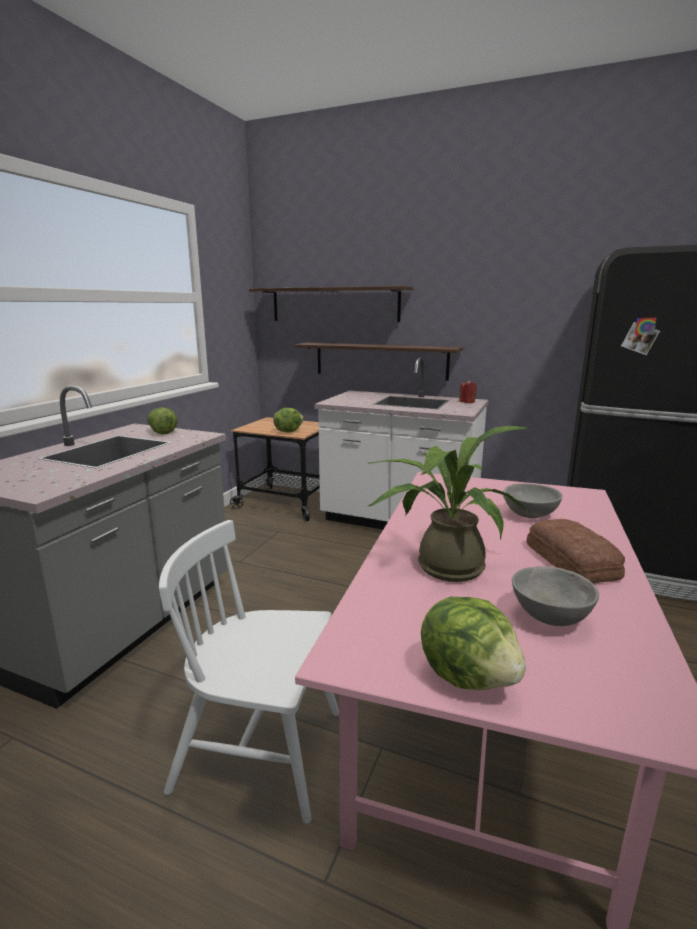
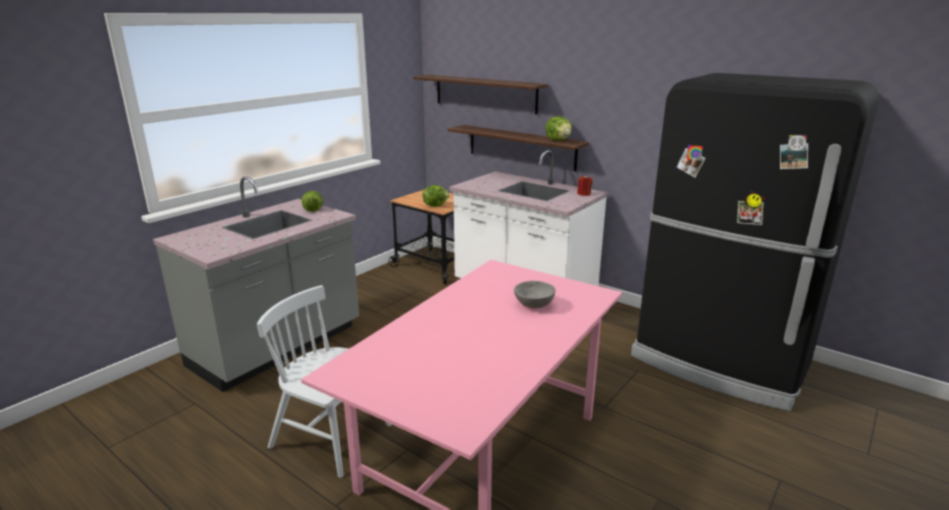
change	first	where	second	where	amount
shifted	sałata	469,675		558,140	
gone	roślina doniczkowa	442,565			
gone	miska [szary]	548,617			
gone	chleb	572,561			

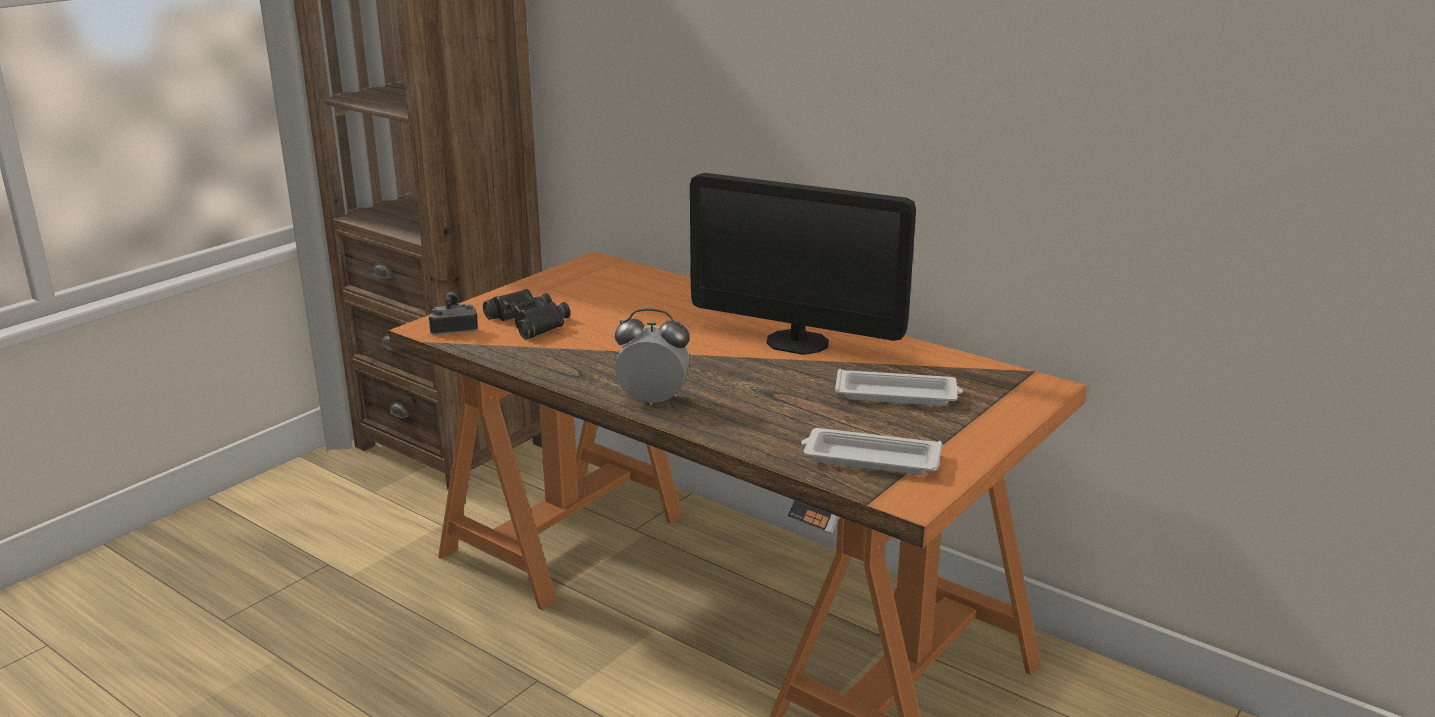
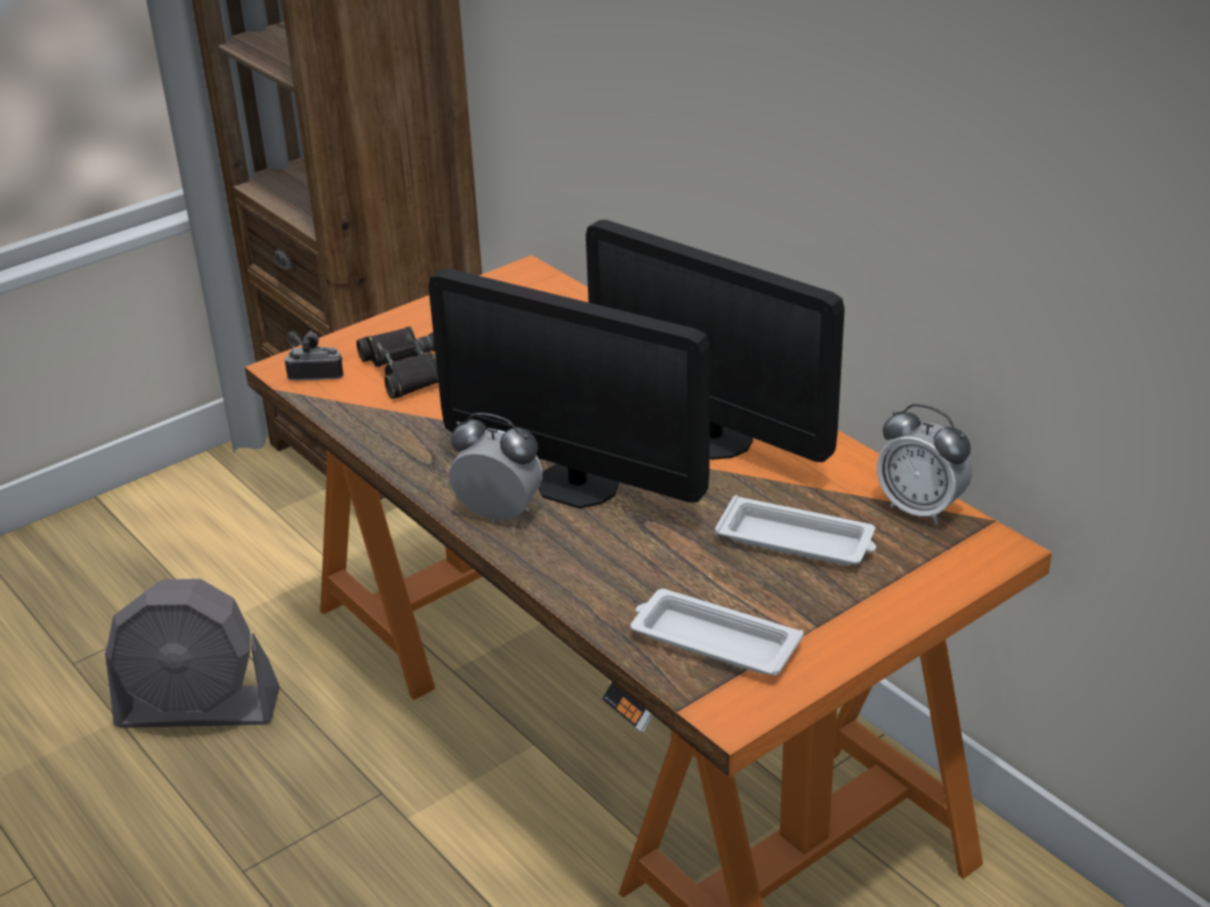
change	first	where	second	where	amount
new			wentylator [szary]	199,709	
new			monitor	577,484	
new			budzik	920,508	

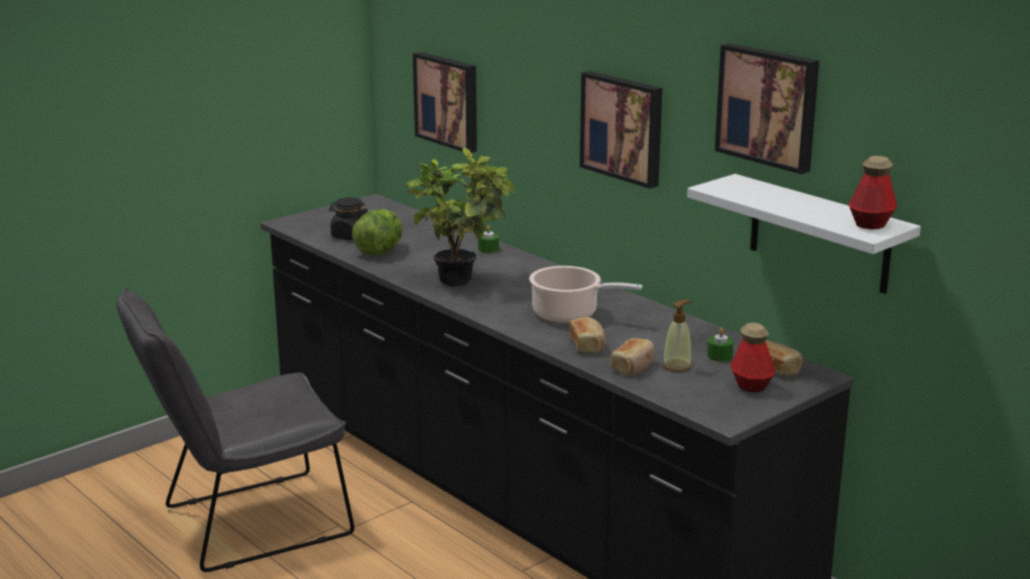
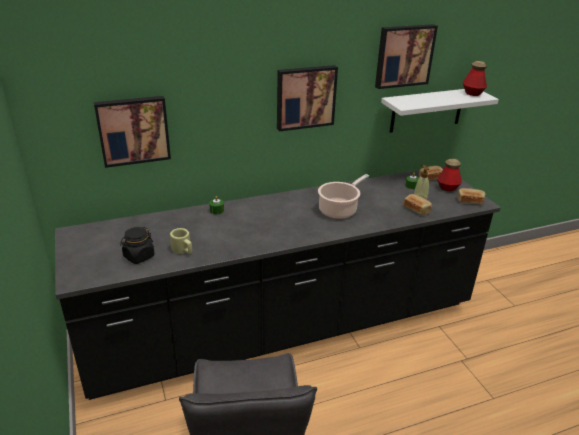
change	first	where	second	where	amount
swapped	sałata	379,251	kubek [beżowy]	183,250	
shifted	chleb	588,345		470,201	
gone	roślina doniczkowa	463,280			

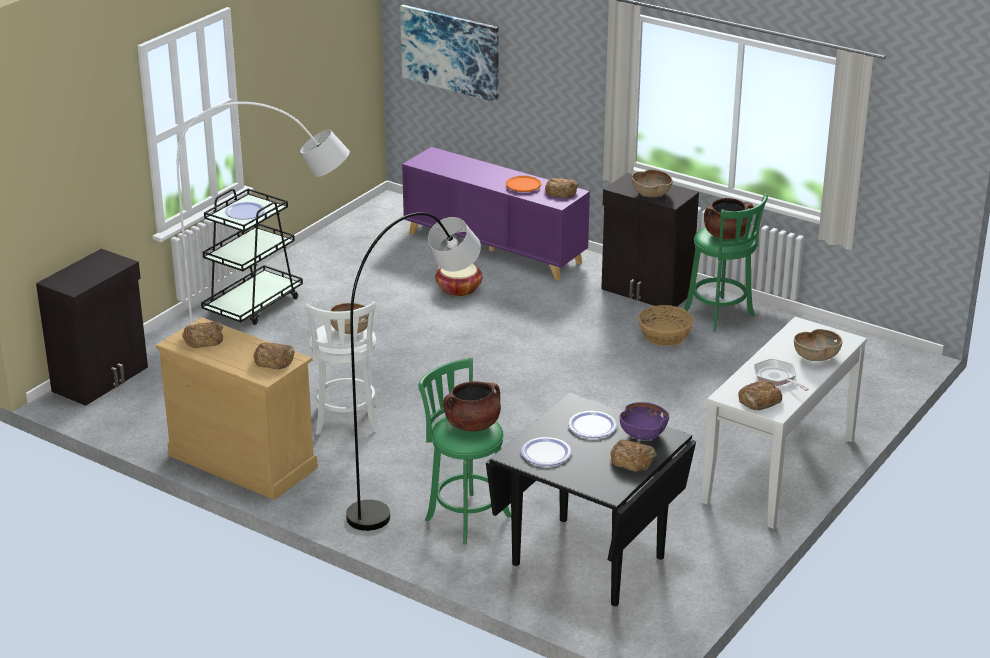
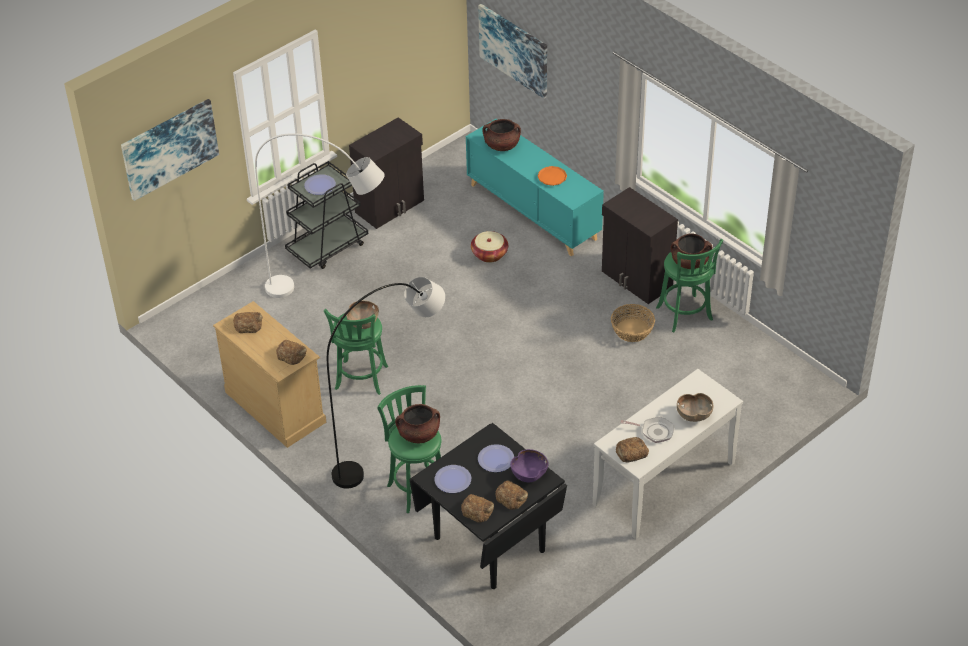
change	first	where	second	where	amount
new			obraz	169,148	
repainted	stołek [biały]	346,421	stołek [zielony]	361,380	
shifted	szafka [czarny]	102,379		390,206	
shifted	chleb	561,191		477,510	
repainted	szafka [fioletowy]	495,248	szafka [turkusowy]	533,212	
new			garnek [brązowy]	502,146	
rotated	patelnia	777,378		654,431	120 degrees clockwise
gone	miska [brązowy]	651,194			

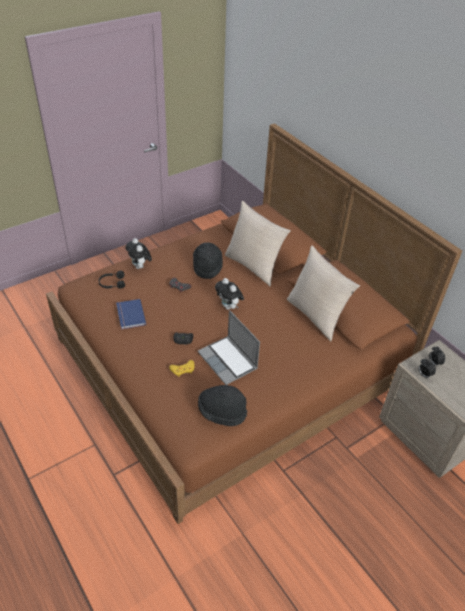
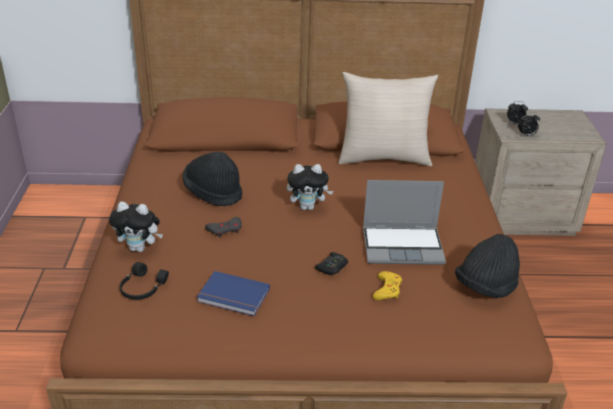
change	first	where	second	where	amount
gone	poduszka [beżowy]	253,266			

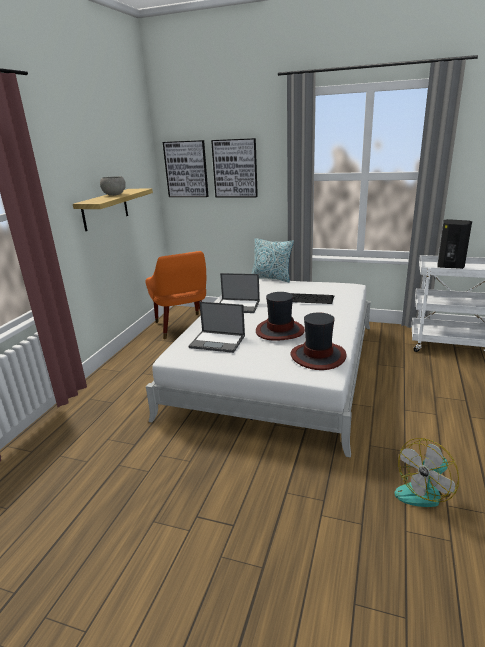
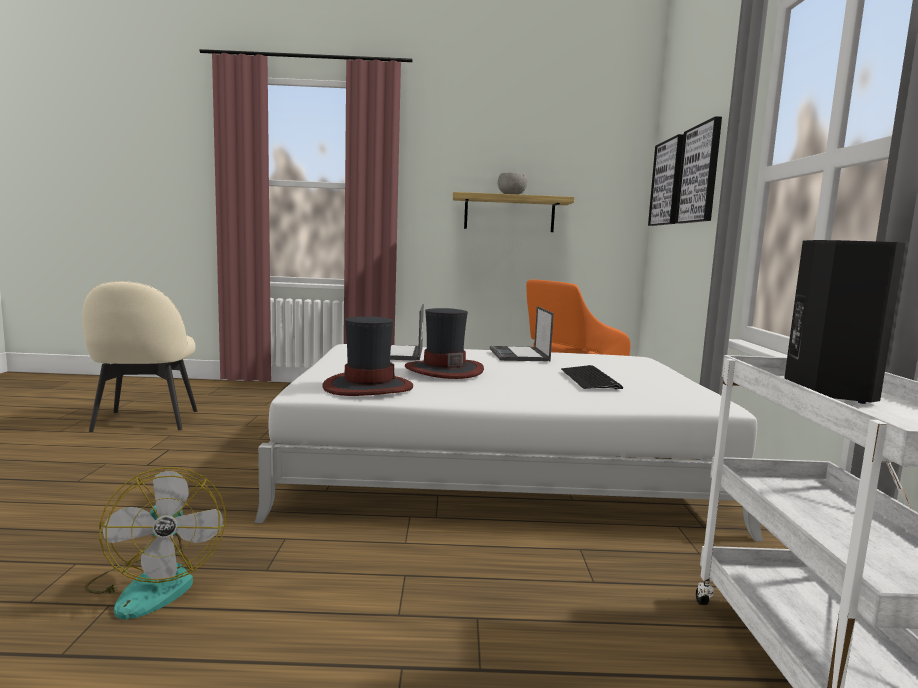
change	first	where	second	where	amount
new			krzesło [beżowy]	145,421	
rotated	wentylator	424,490		155,584	150 degrees counterclockwise
gone	poduszka	272,278			

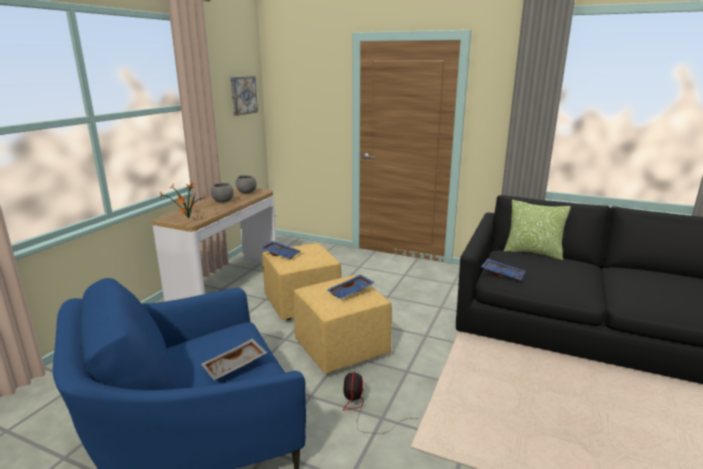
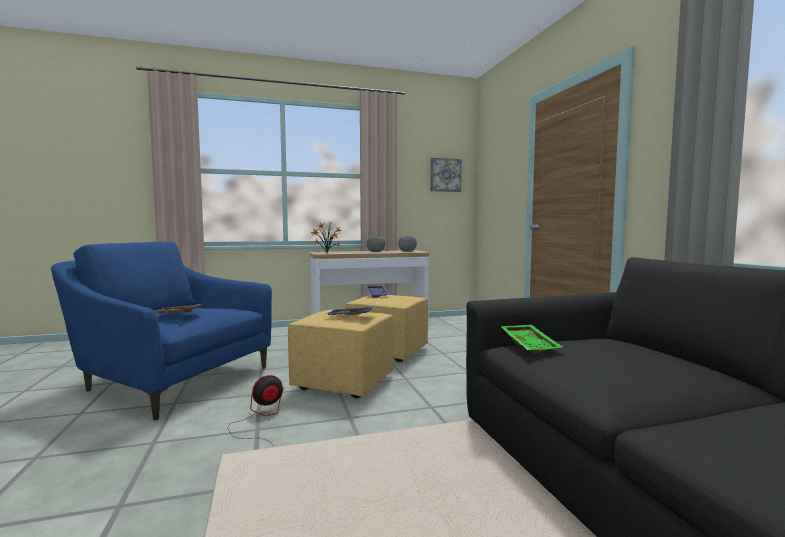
change	first	where	second	where	amount
repainted	taca [niebieski]	503,274	taca [zielony]	530,345	
gone	poduszka	533,252			

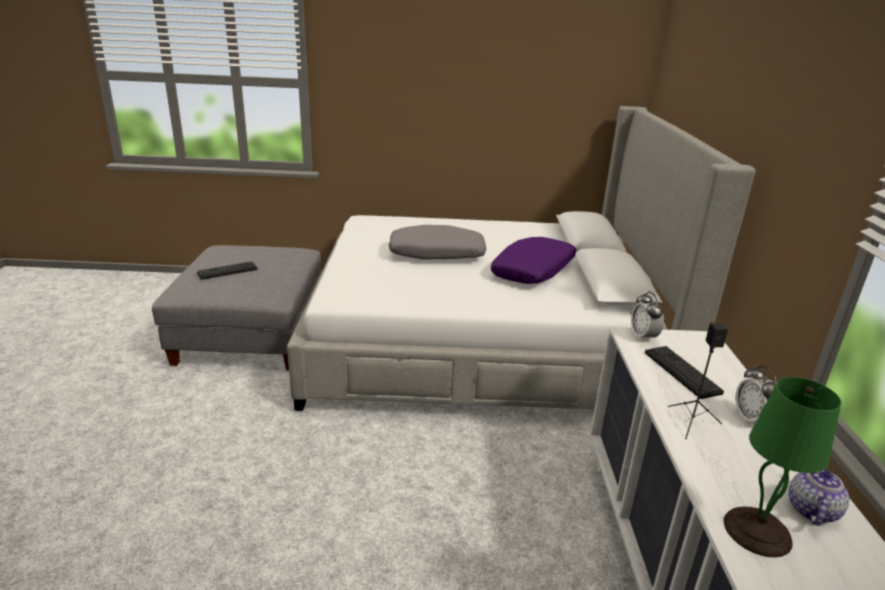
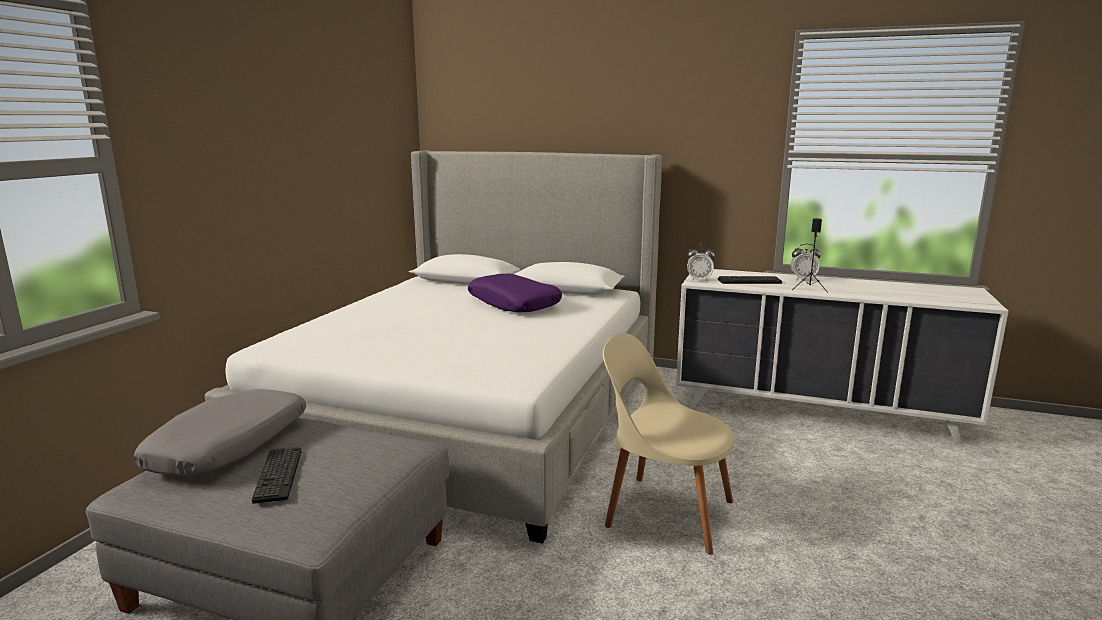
change	first	where	second	where	amount
shifted	poduszka [szary]	436,254		229,447	
new			krzesło [beżowy]	664,511	
gone	lampa stołowa [zielony]	758,532			
gone	imbryk	811,509			

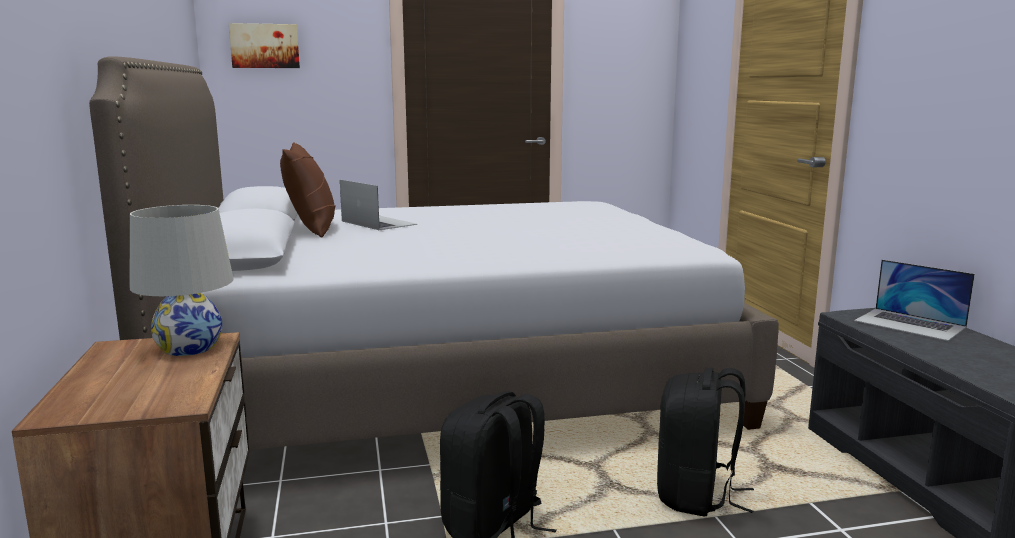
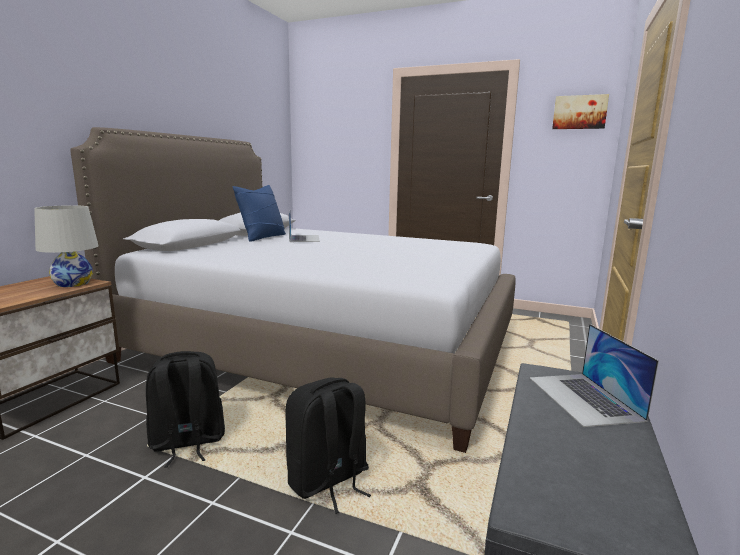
change	first	where	second	where	amount
repainted	poduszka [brązowy]	312,229	poduszka [niebieski]	262,237	
shifted	obraz	265,46		579,112	

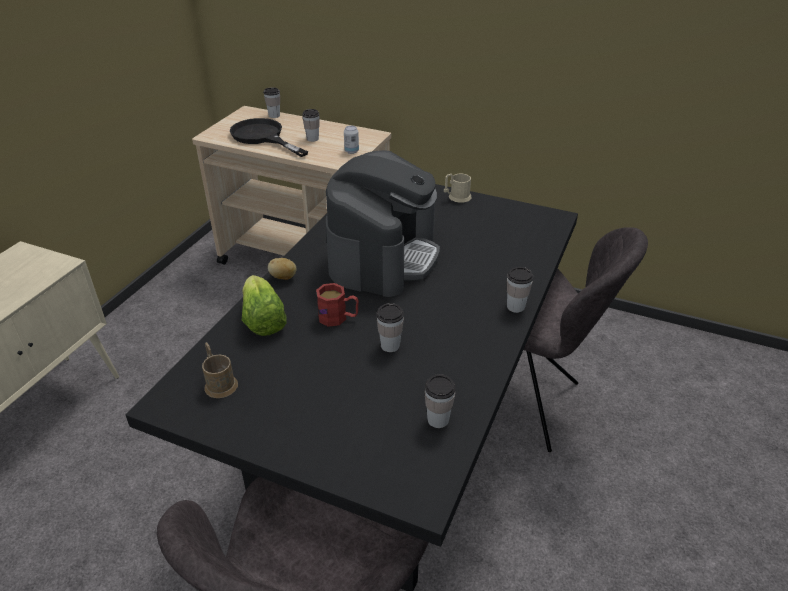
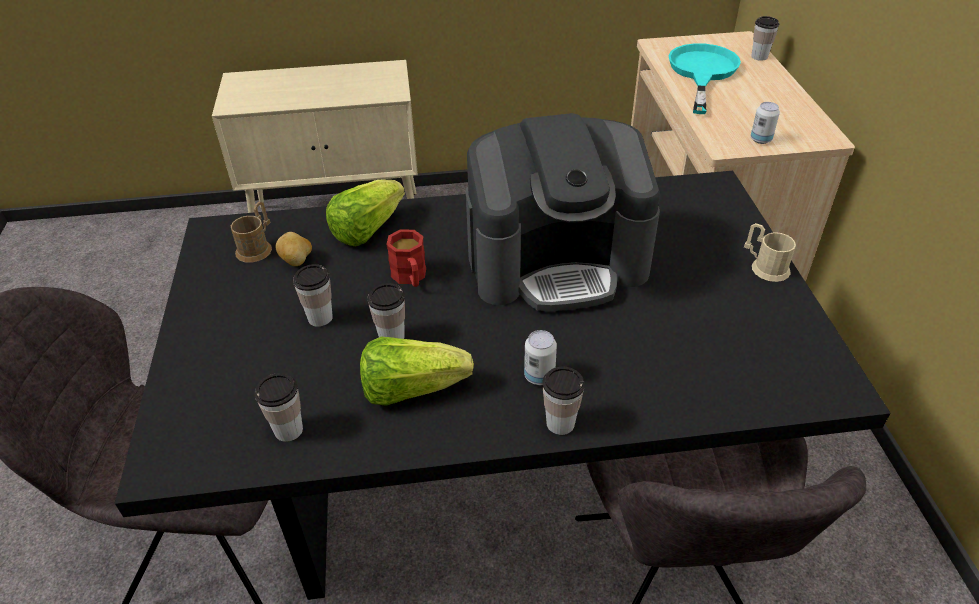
change	first	where	second	where	amount
shifted	ziemniak	283,277		297,261	
shifted	filiżanka	312,139		320,318	
new			sałata	411,388	
new			puszka	539,376	
repainted	patelnia [czarny]	262,137	patelnia [turkusowy]	702,72	

